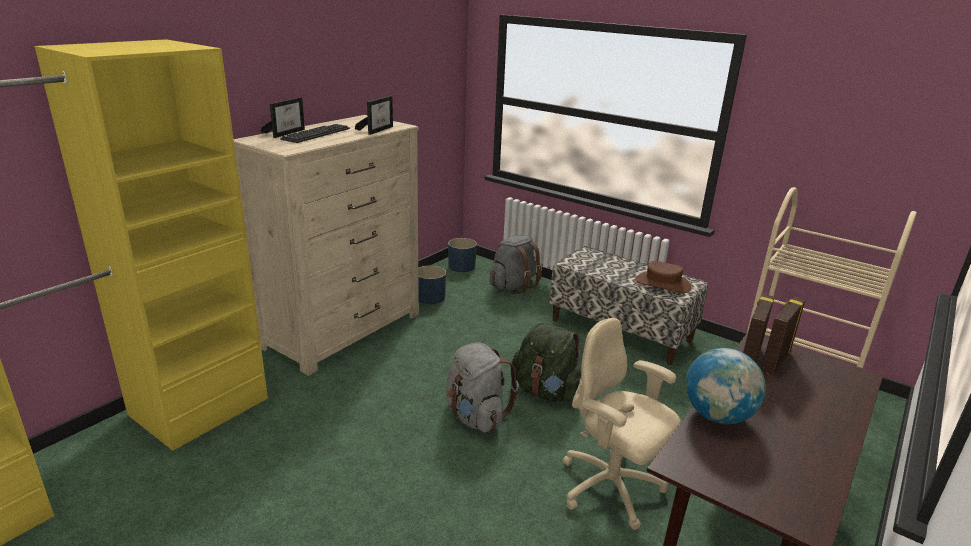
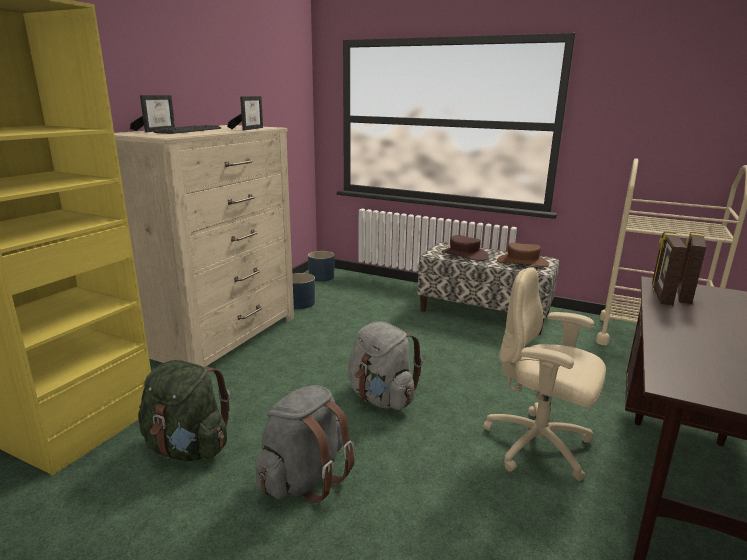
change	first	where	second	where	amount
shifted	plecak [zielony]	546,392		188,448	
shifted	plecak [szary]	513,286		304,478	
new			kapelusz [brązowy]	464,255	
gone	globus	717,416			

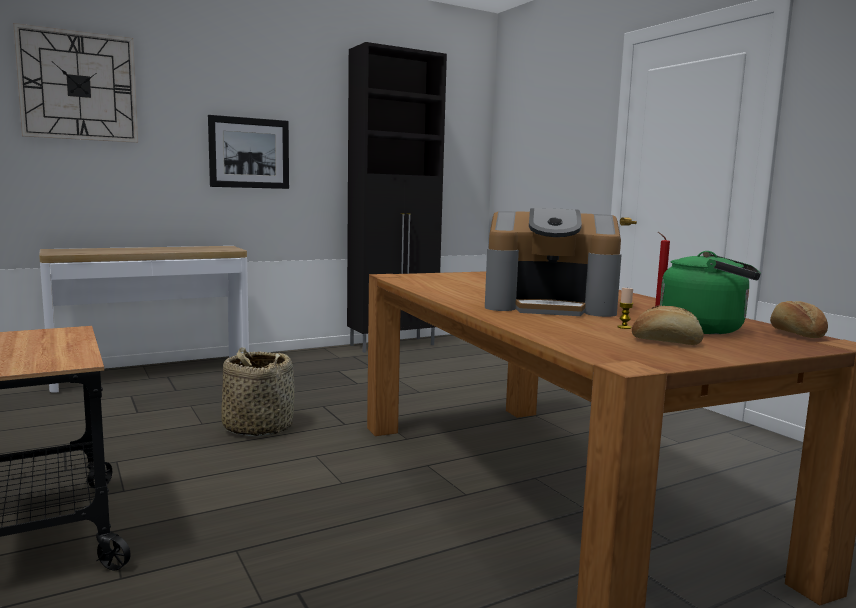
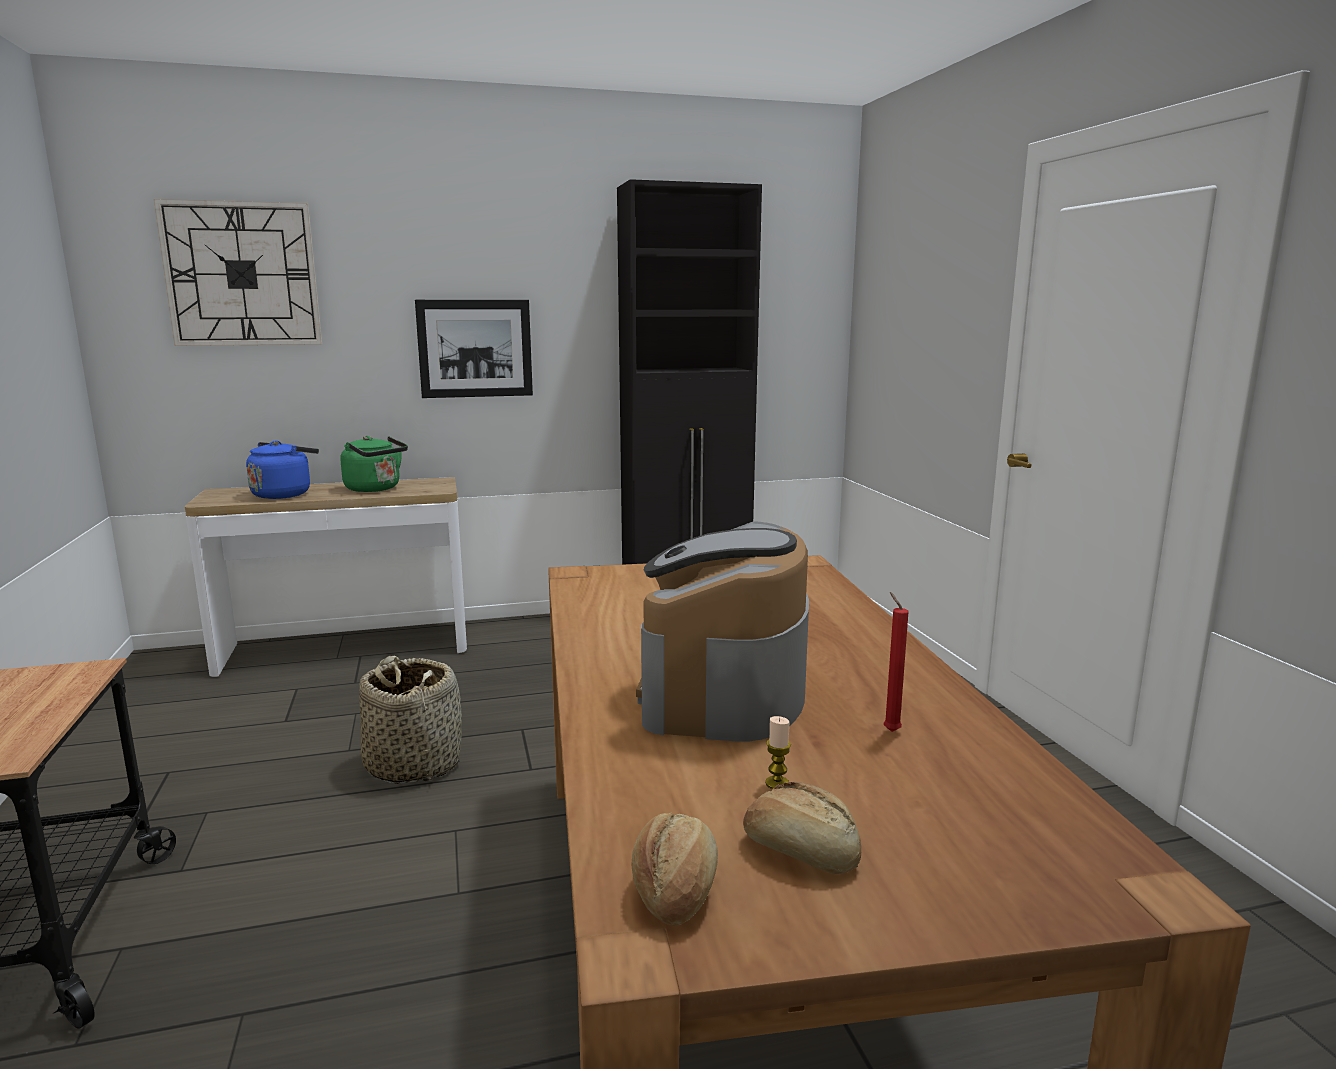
change	first	where	second	where	amount
new			czajnik [niebieski]	284,494	
shifted	czajnik [zielony]	706,329		375,489	
shifted	chleb	796,334		674,889	
rotated	ekspres do kawy	550,306		723,690	75 degrees clockwise

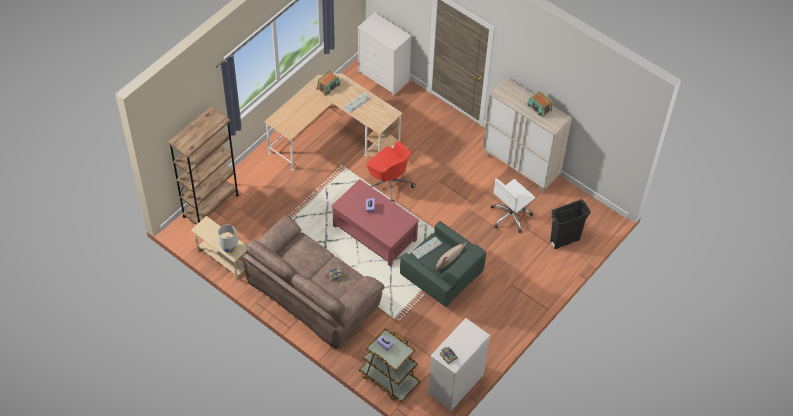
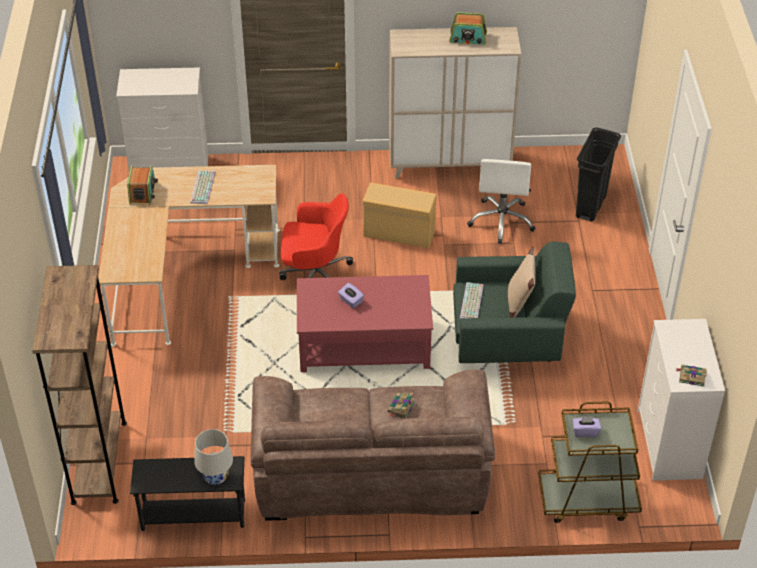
change	first	where	second	where	amount
repainted	stolik [beżowy]	222,259	stolik [czarny]	193,516	
new			pojemnik do przechowywania [beżowy]	400,233	

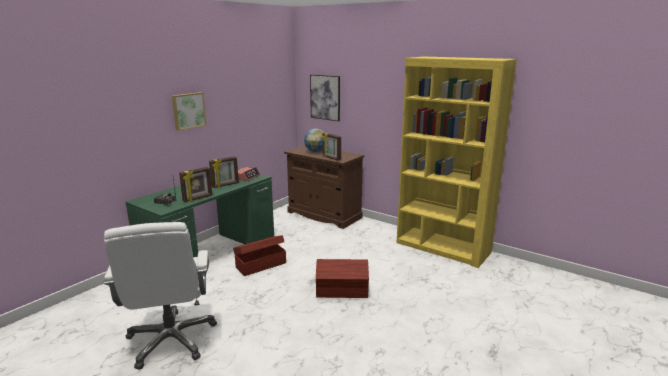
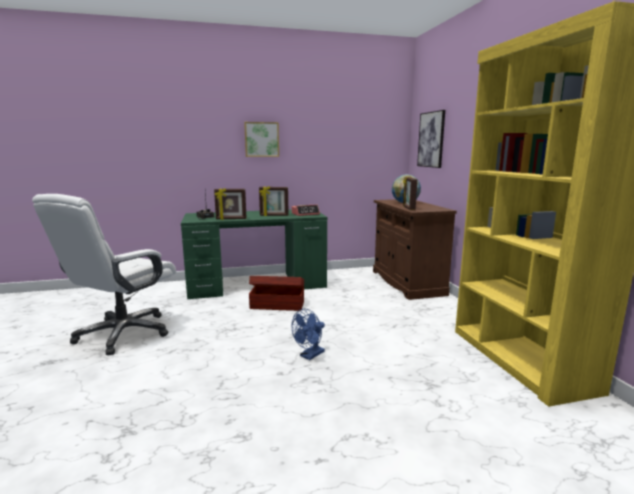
change	first	where	second	where	amount
swapped	pojemnik do przechowywania [brązowy]	342,291	wentylator [niebieski]	309,355	

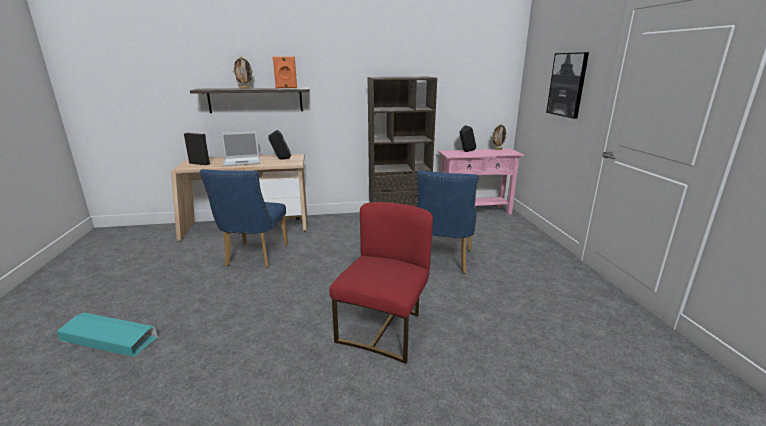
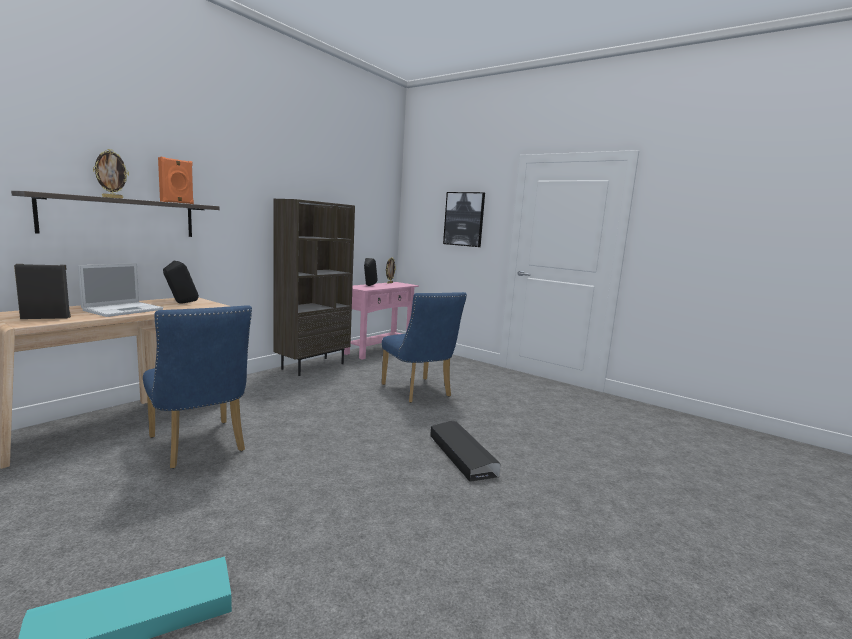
change	first	where	second	where	amount
swapped	krzesło [czerwony]	384,329	pojemnik do przechowywania [czarny]	462,455	

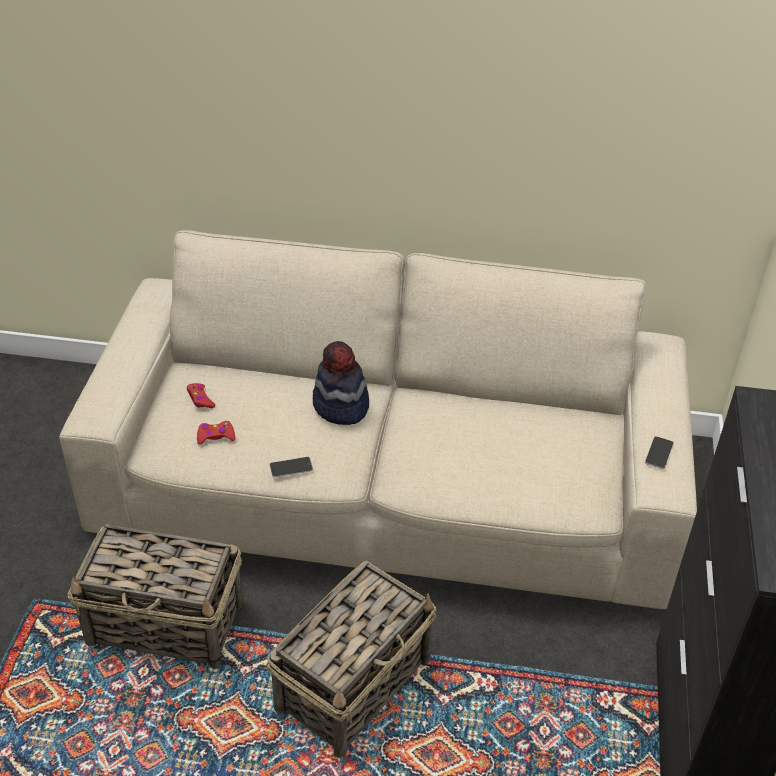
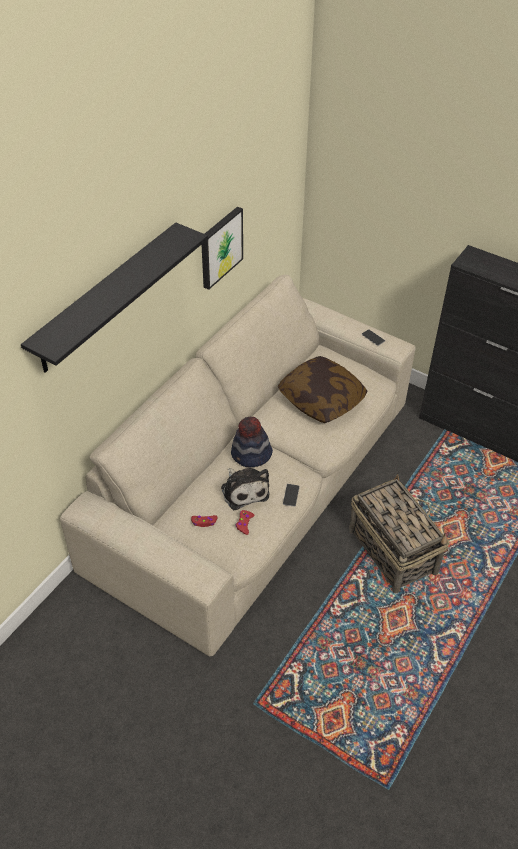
change	first	where	second	where	amount
new			półka [czarny]	107,298	
new			obraz	220,247	
new			pluszak	244,490	
new			poduszka	321,399	
gone	koszyk	167,623			

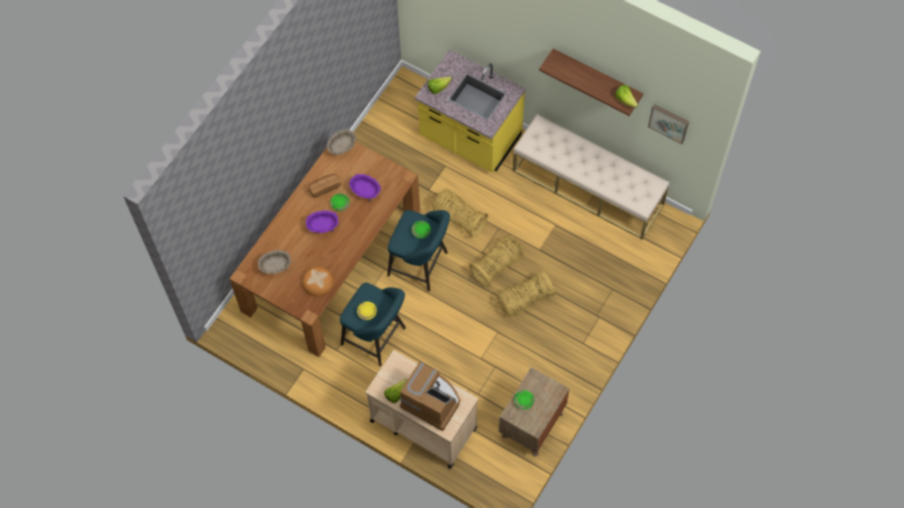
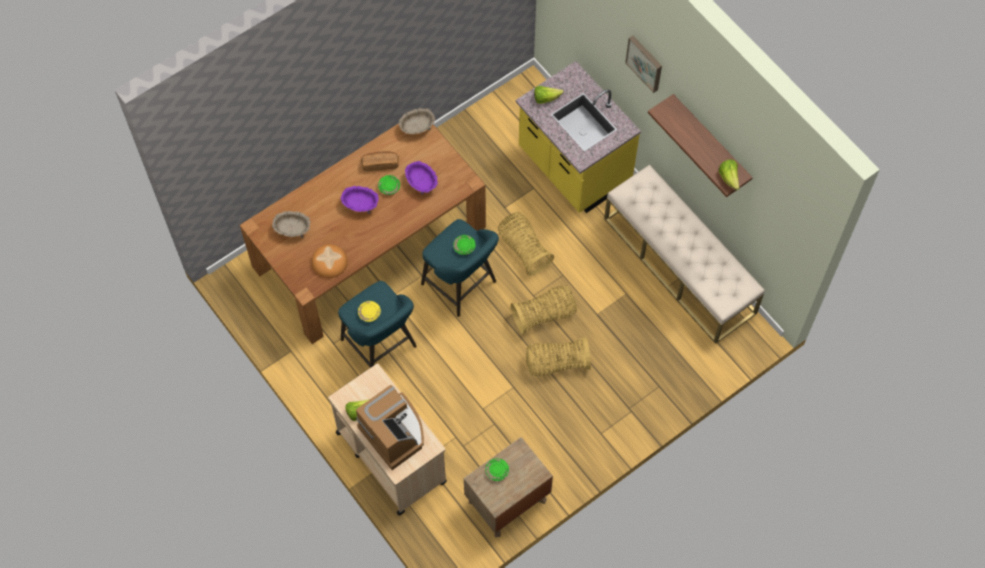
change	first	where	second	where	amount
shifted	obraz	669,122		645,62	

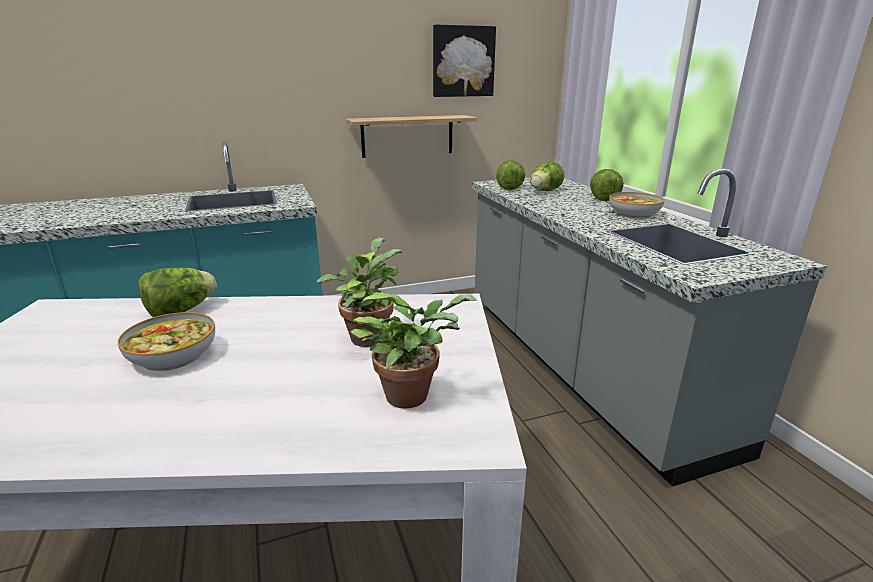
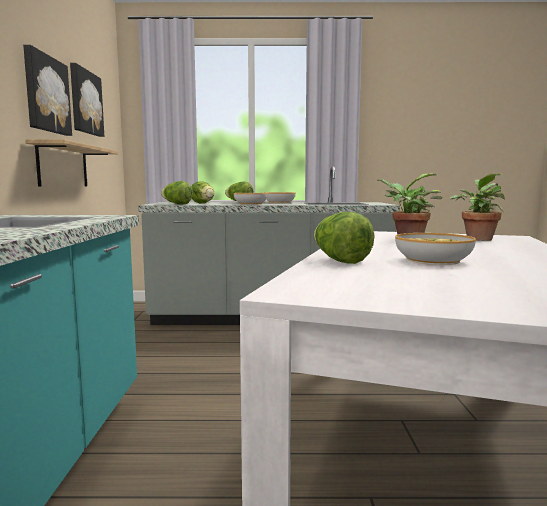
change	first	where	second	where	amount
new			obraz	46,94	
new			miska	250,204	

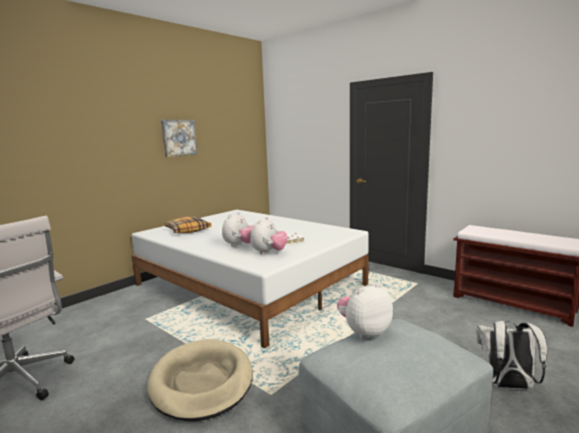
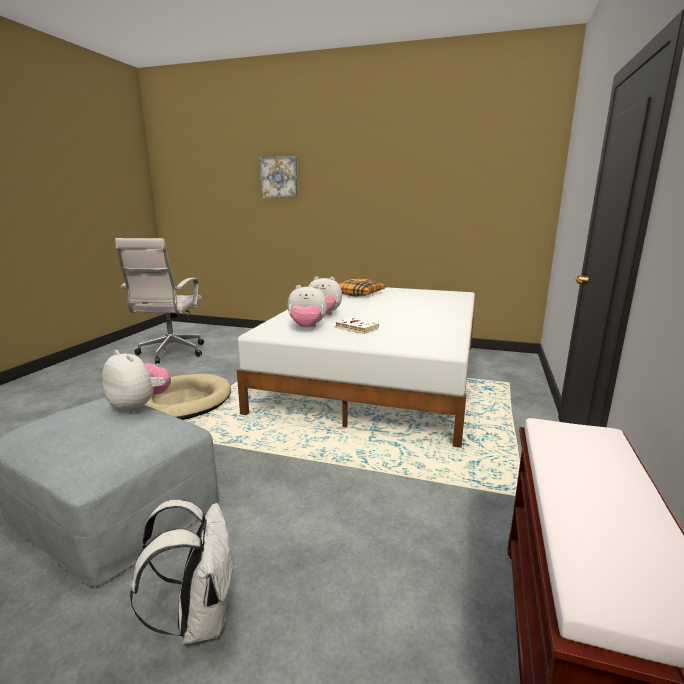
change	first	where	second	where	amount
shifted	obraz	179,138		279,177	

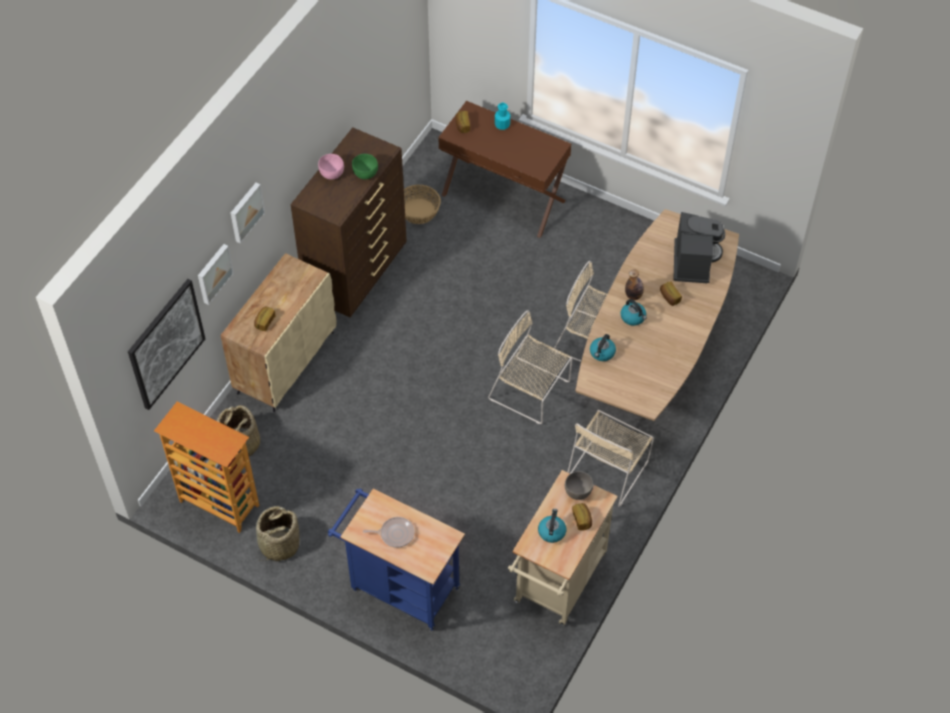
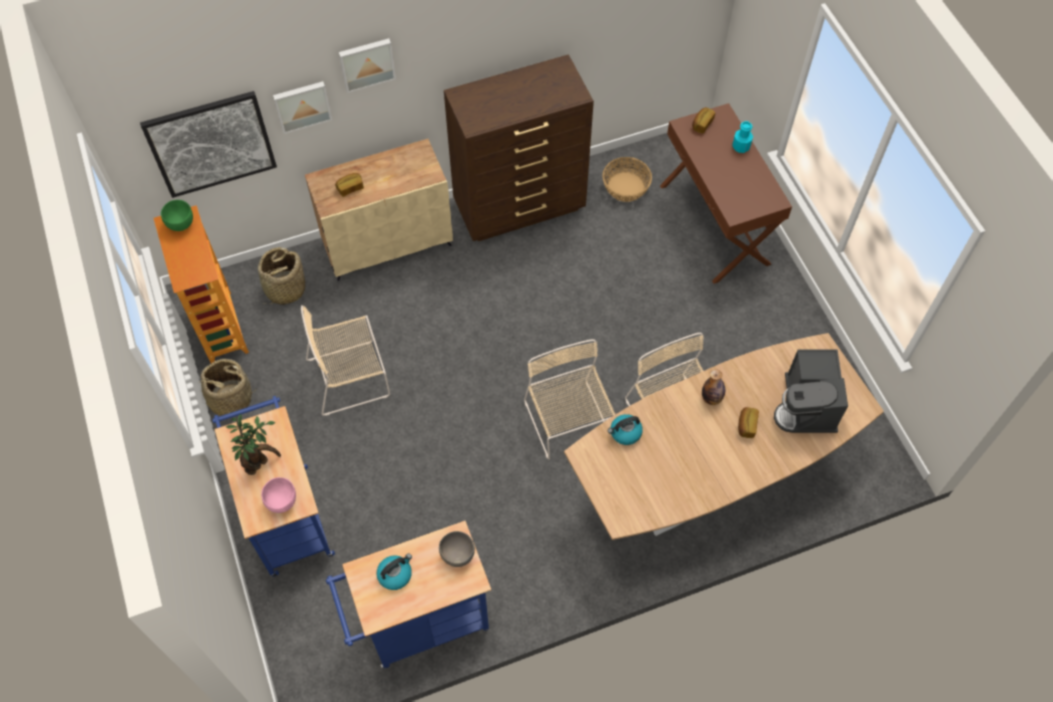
change	first	where	second	where	amount
shifted	miska [zielony]	366,174		181,224	
swapped	patelnia	395,534	roślina doniczkowa	260,463	
shifted	miska [różowy]	332,174		282,502	
shifted	krzesło [beżowy]	608,468		351,377	
repainted	wózek [beżowy]	557,583	wózek [niebieski]	419,623	
rotated	ekspres do kawy	693,262		806,407	135 degrees clockwise
gone	chleb	582,520			
gone	czajnik	633,317			

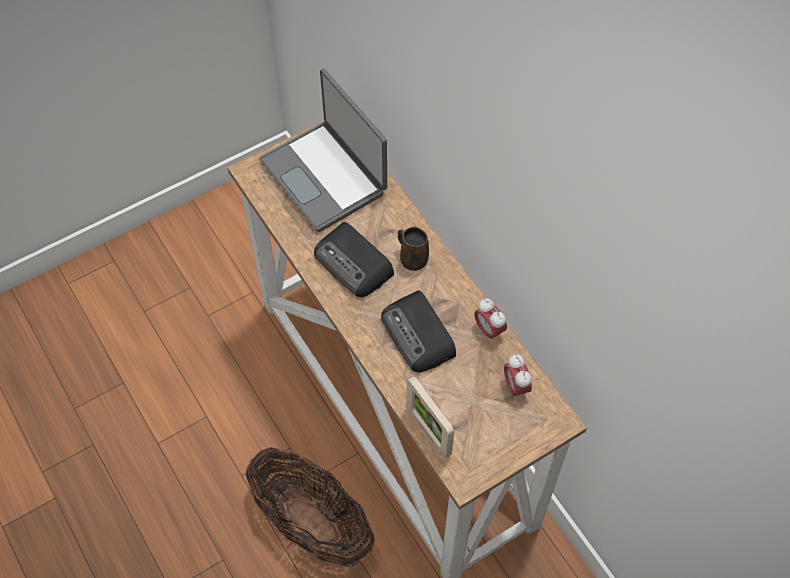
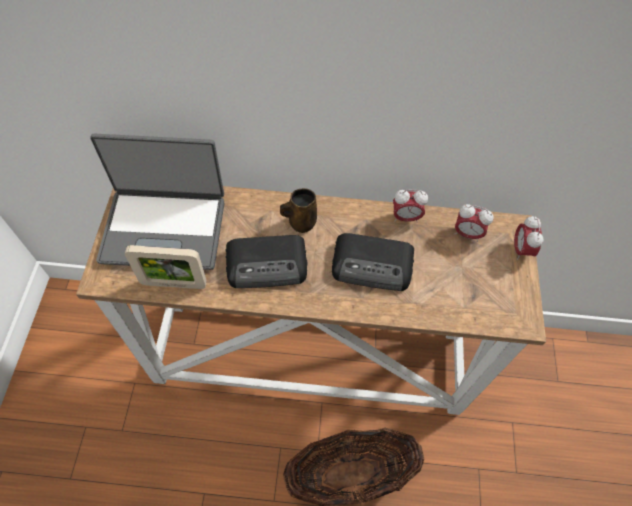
change	first	where	second	where	amount
shifted	ramka na zdjęcie	428,431		174,284	
new			budzik	520,249	

